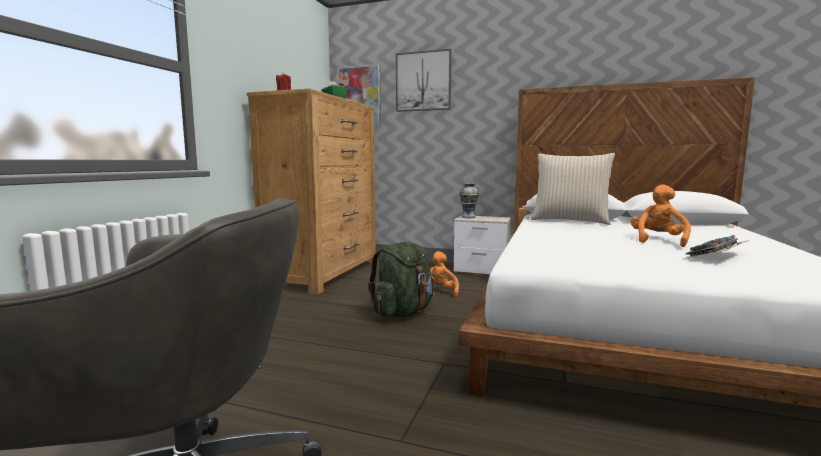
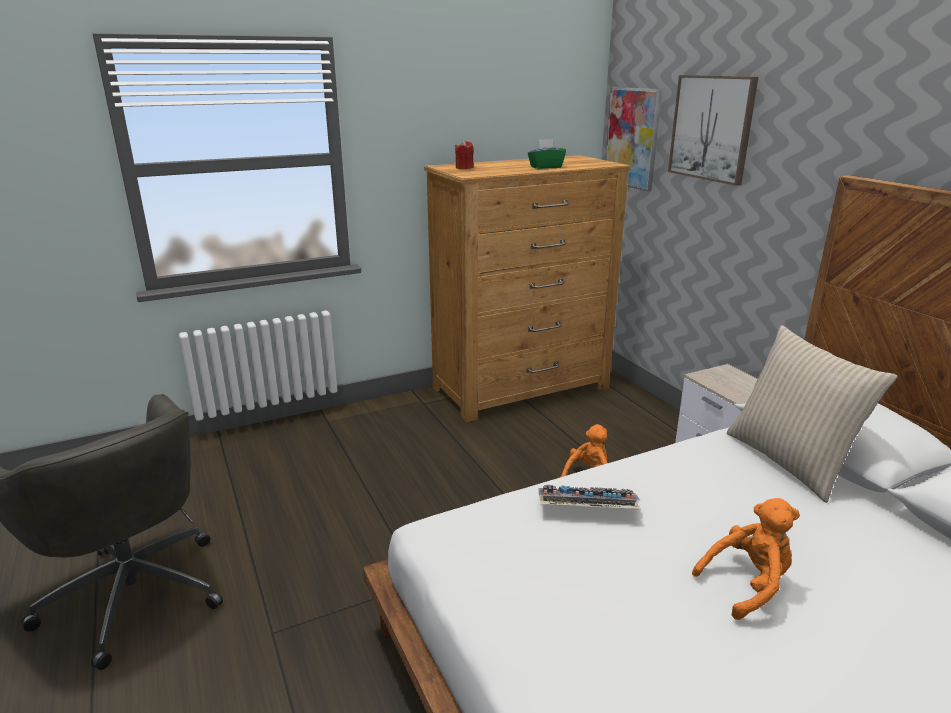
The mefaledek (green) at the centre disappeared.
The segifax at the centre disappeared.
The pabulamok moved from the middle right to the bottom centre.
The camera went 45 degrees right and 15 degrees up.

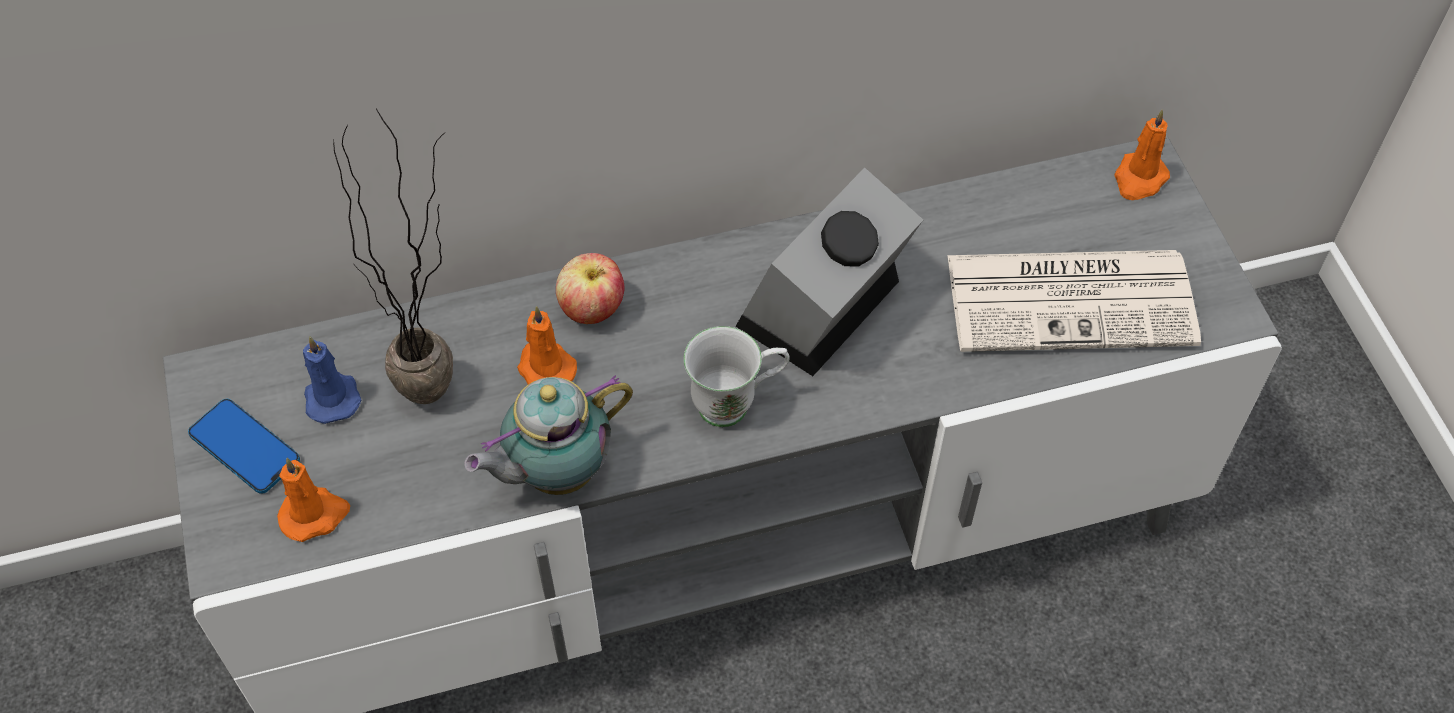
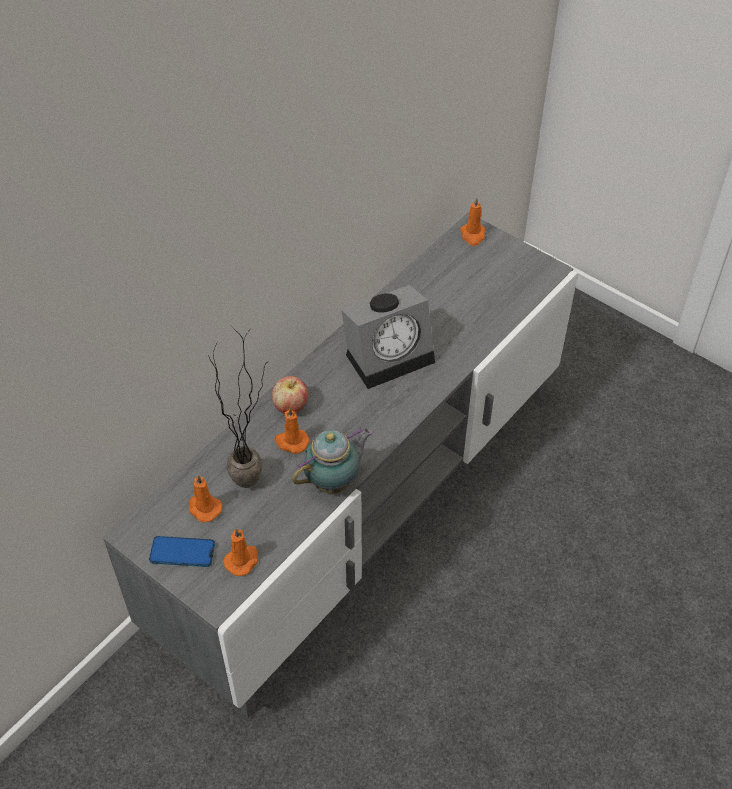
The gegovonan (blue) at the middle left became the gegovonan (orange) (1st from left) at the middle left.
The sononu at the centre turned 150 degrees counterclockwise.
The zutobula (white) at the centre disappeared.
The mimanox at the centre turned 120 degrees counterclockwise.
The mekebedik at the middle right disappeared.
The camera went 35 degrees left and 5 degrees down.

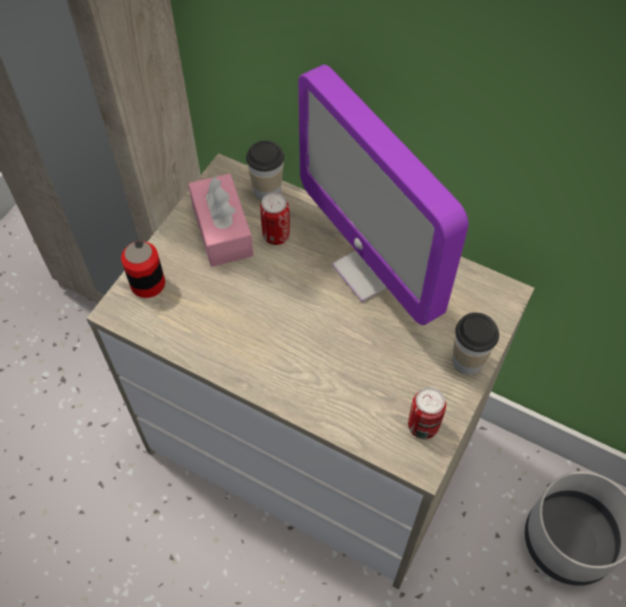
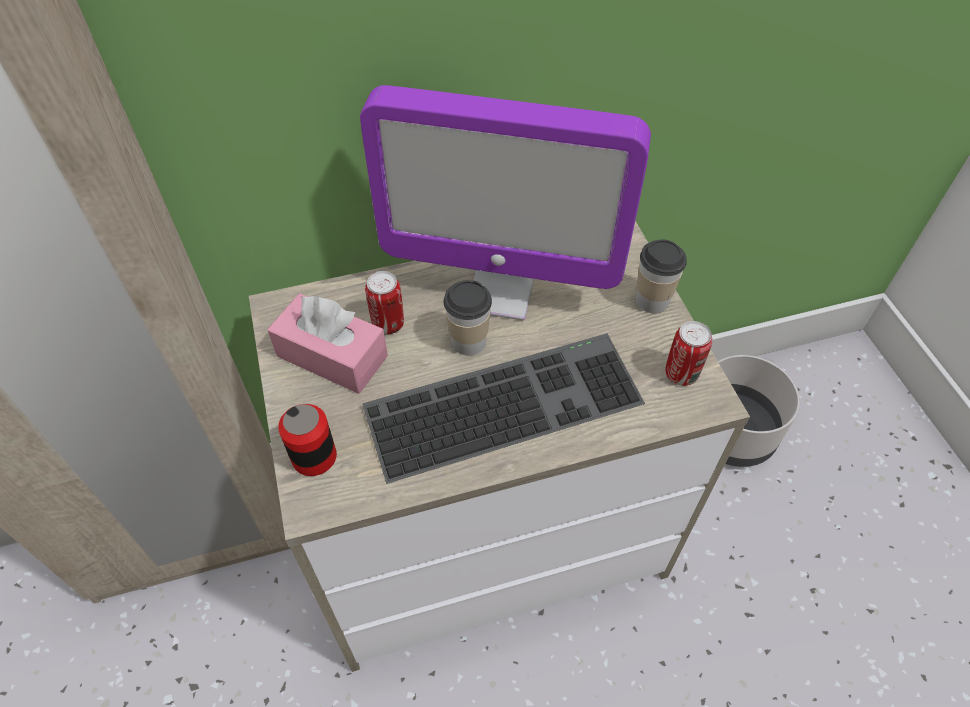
The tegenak (1st from left) moved from the top centre to the centre.
The pabulamok at the centre appeared.
The camera went 45 degrees left and 5 degrees down.

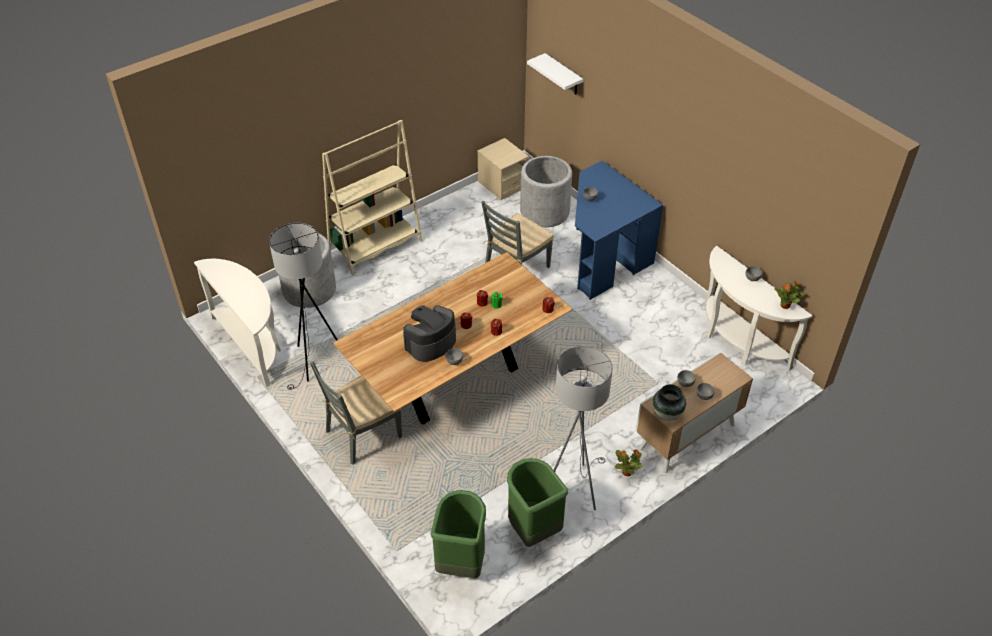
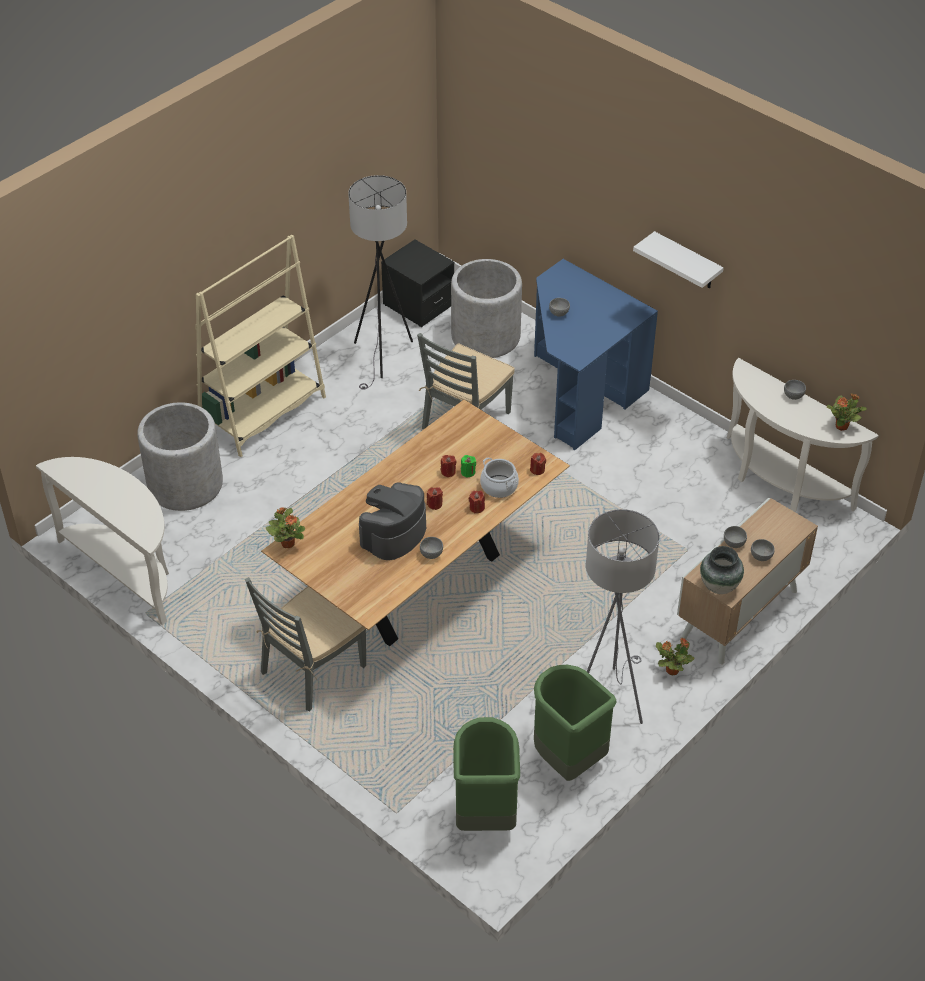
The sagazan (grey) (1st from left) moved from the middle left to the top centre.
The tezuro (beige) at the top centre became the tezuro (black) at the top centre.
The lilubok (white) moved from the top centre to the top right.
The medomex (1st from left) at the middle left appeared.
The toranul at the centre appeared.
The camera went 10 degrees left and 0 degrees up.

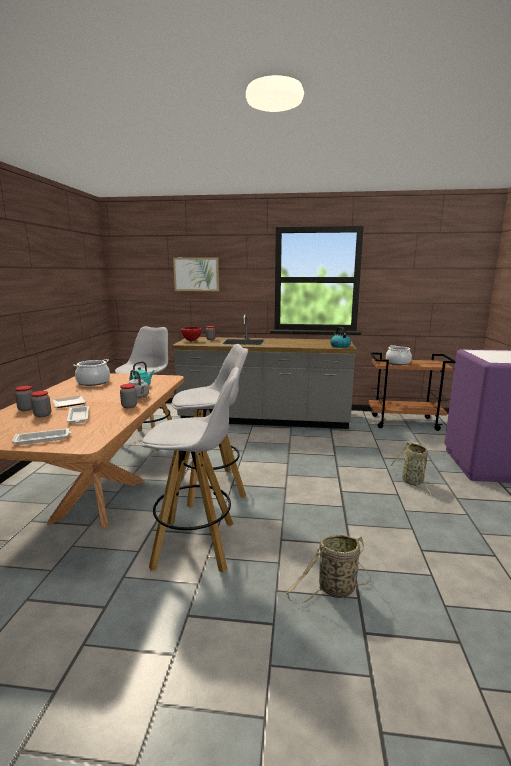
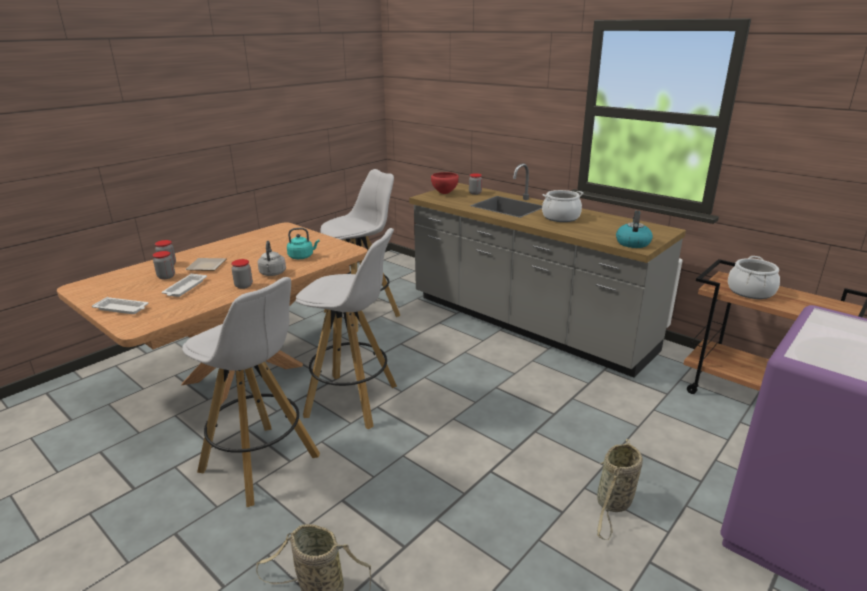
The toranul (1st from left) moved from the middle left to the centre.
The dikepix at the centre disappeared.
The camera went 35 degrees right and 10 degrees up.

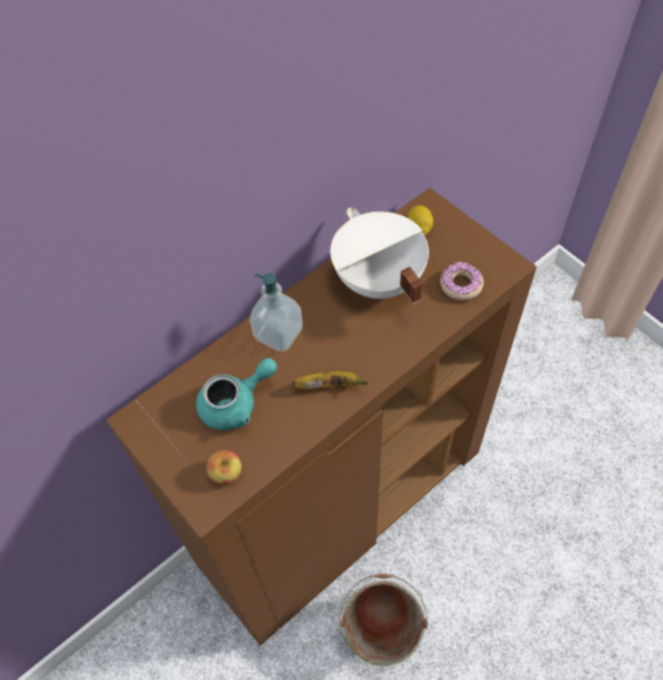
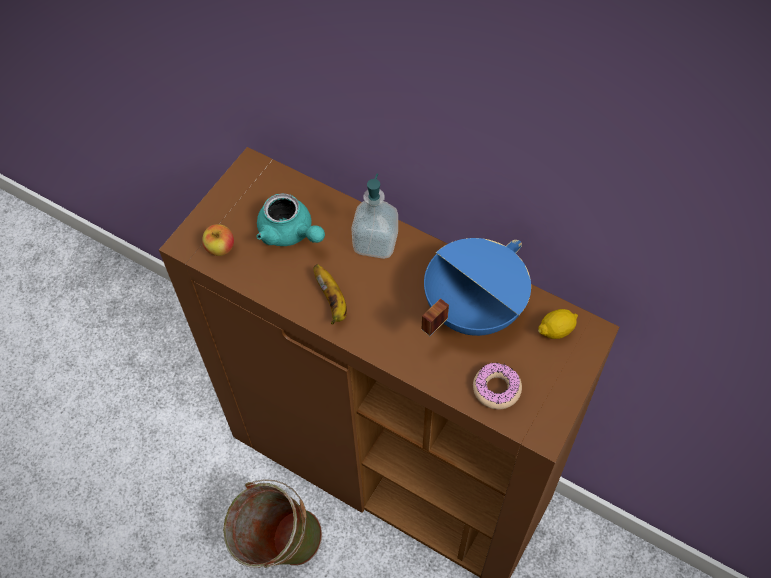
The toranul (white) at the centre became the toranul (blue) at the centre.
The camera went 70 degrees right and 0 degrees up.

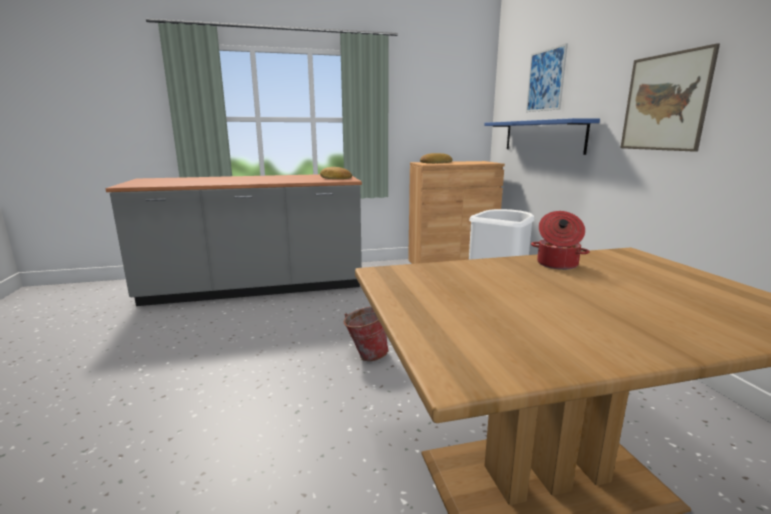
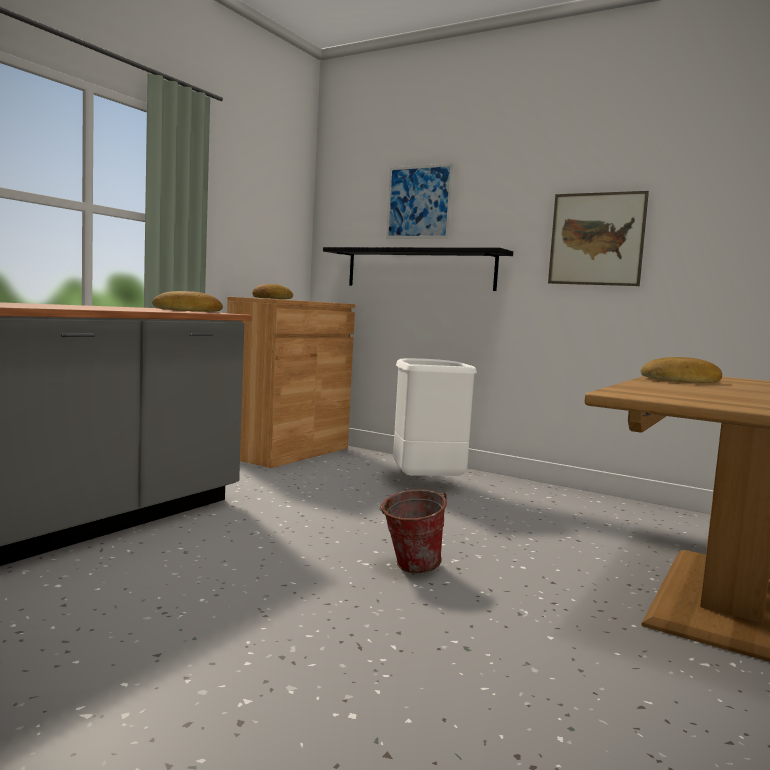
The lilubok (blue) at the top right became the lilubok (black) at the centre.
The toranul at the middle right was replaced by the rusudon (3rd from left) at the middle right.
The camera went 45 degrees left and 10 degrees down.

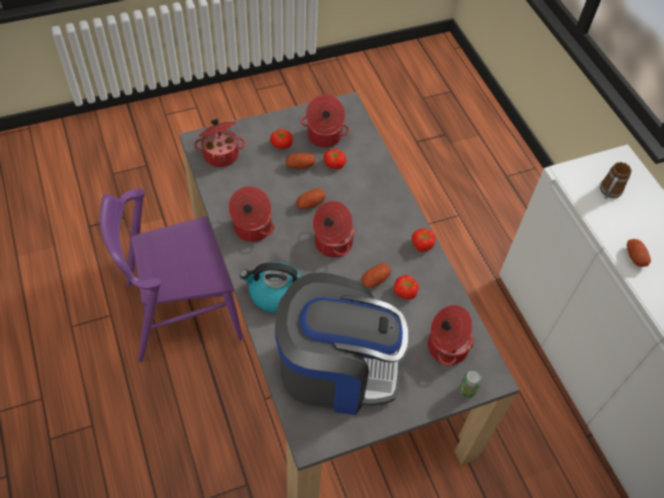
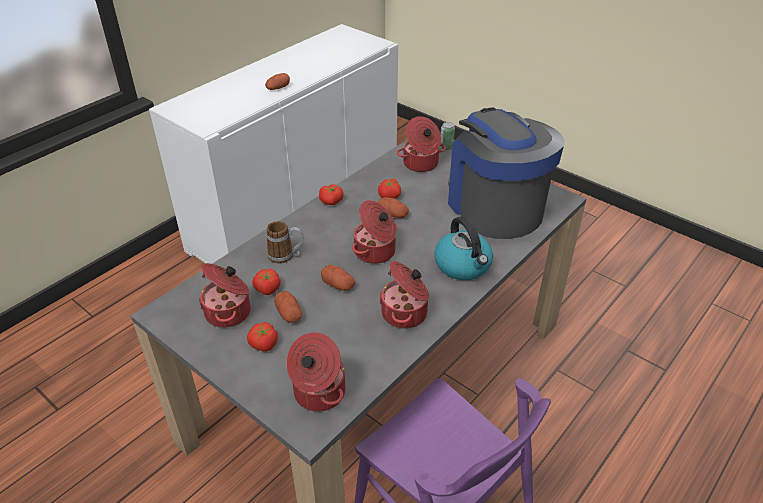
The zutobula moved from the middle right to the centre.
The camera went 115 degrees left and 15 degrees down.

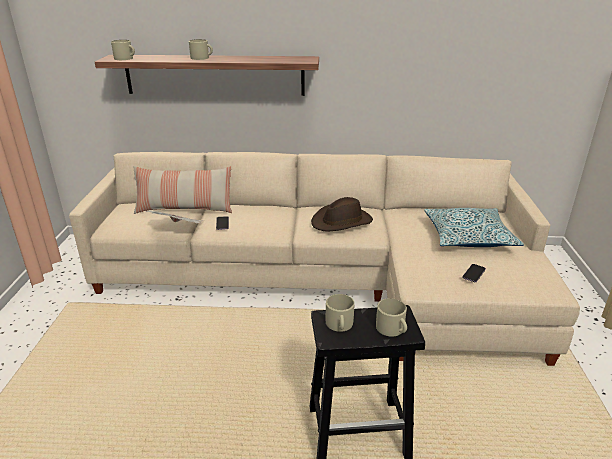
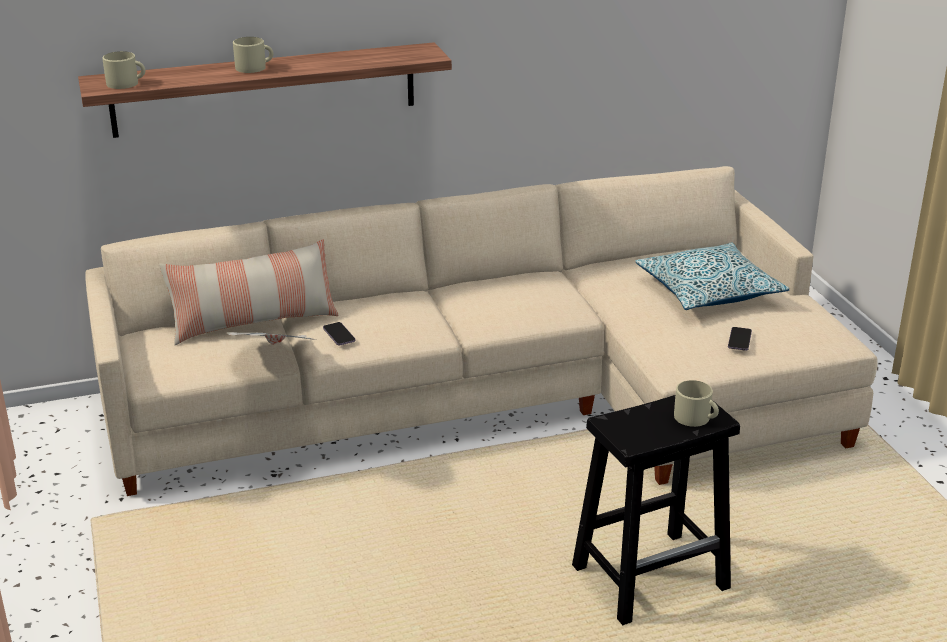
The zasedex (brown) at the centre disappeared.
The zutobula (beige) (3rd from left) at the bottom centre disappeared.
The camera went 20 degrees left and 0 degrees up.

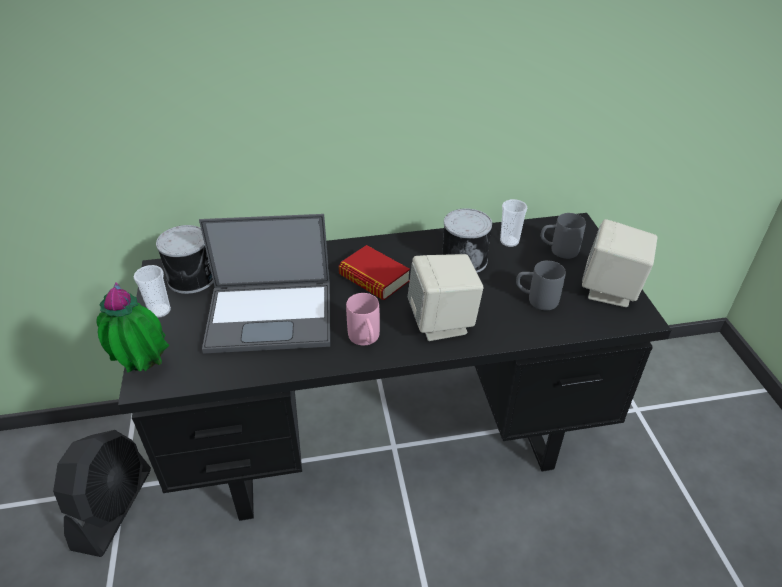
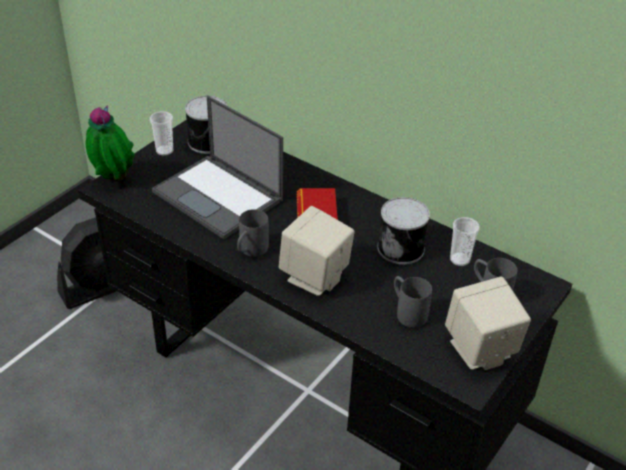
The zutobula (pink) at the centre became the zutobula (grey) (1st from left) at the centre.
The camera went 45 degrees right and 0 degrees up.

